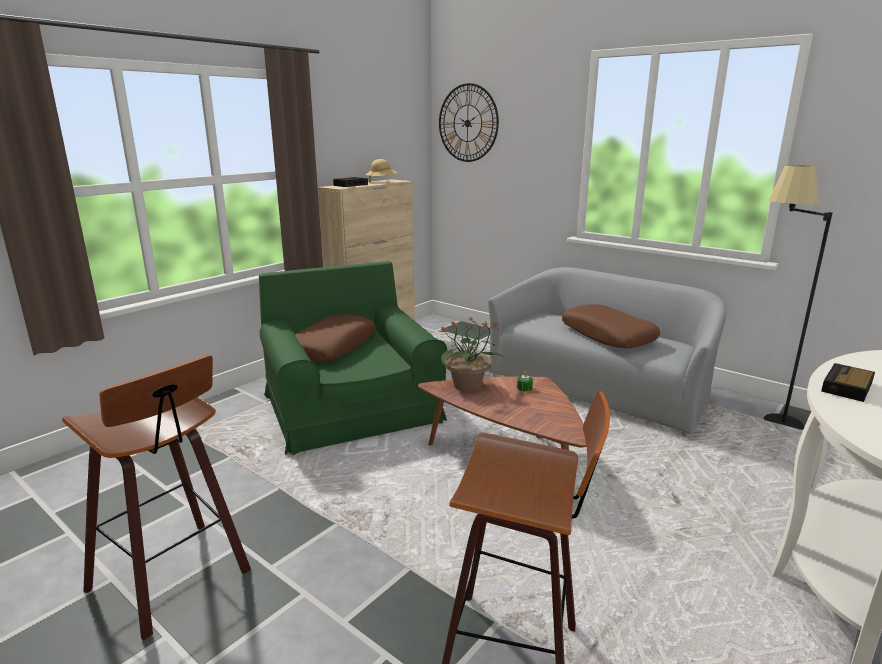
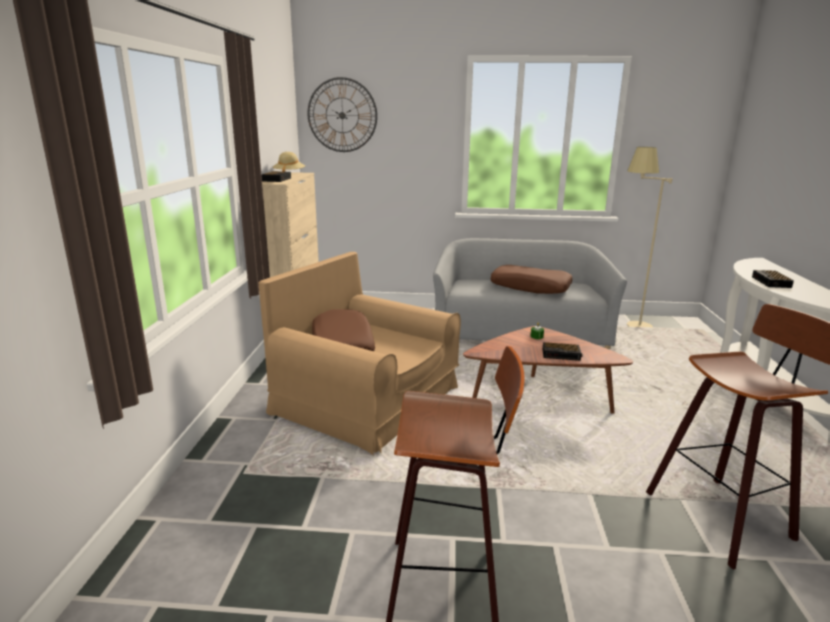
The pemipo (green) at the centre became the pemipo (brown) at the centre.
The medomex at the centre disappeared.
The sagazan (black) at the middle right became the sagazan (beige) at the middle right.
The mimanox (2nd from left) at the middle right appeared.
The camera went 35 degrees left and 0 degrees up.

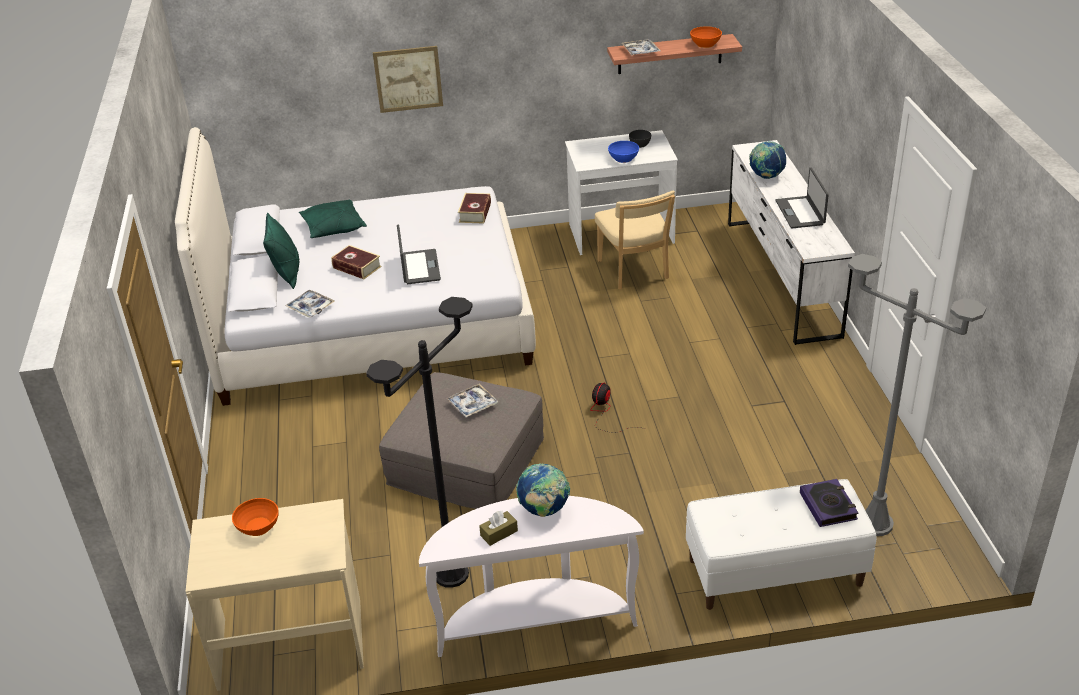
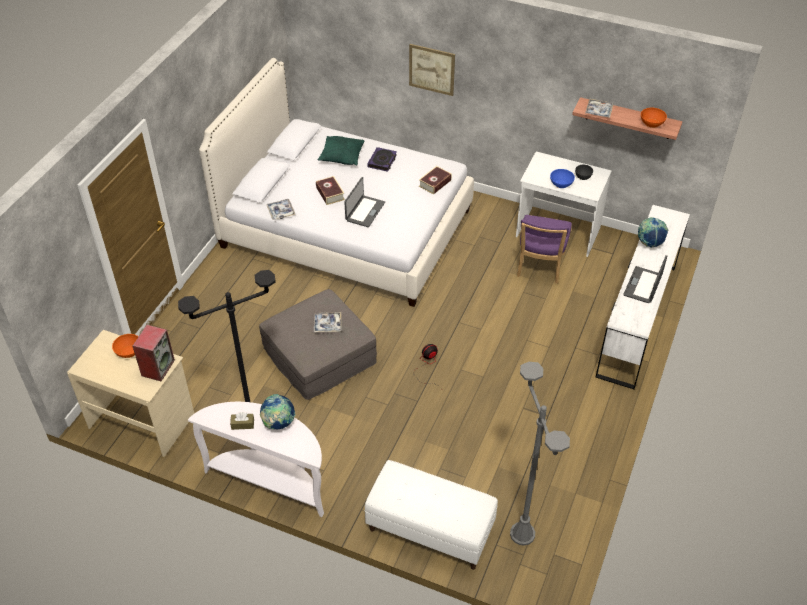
The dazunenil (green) (1st from left) at the middle left disappeared.
The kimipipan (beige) at the centre became the kimipipan (purple) at the middle right.
The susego (3rd from left in the first image) moved from the bottom right to the top centre.
The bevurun at the middle left appeared.
The camera went 30 degrees right and 10 degrees up.

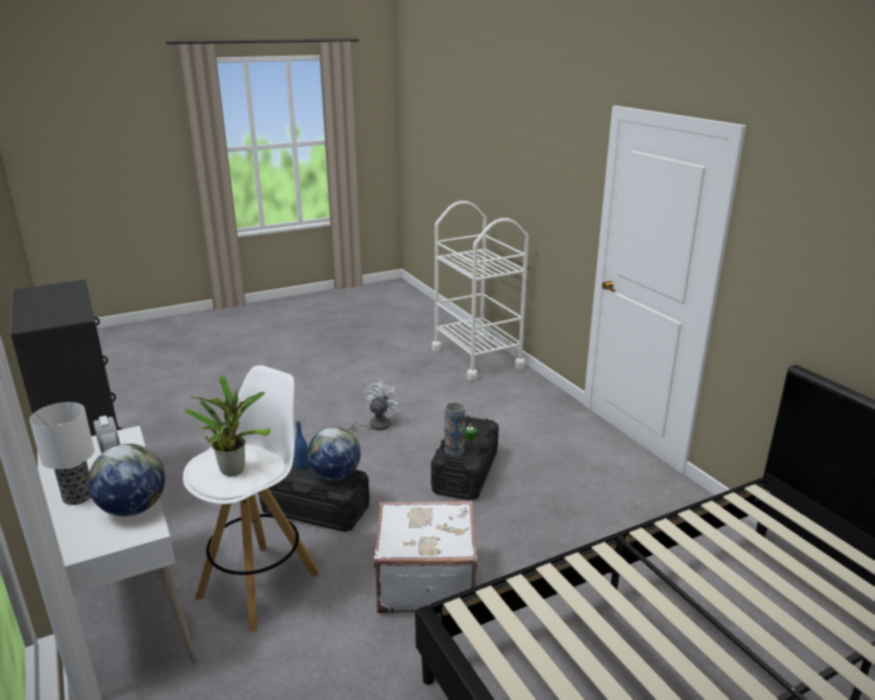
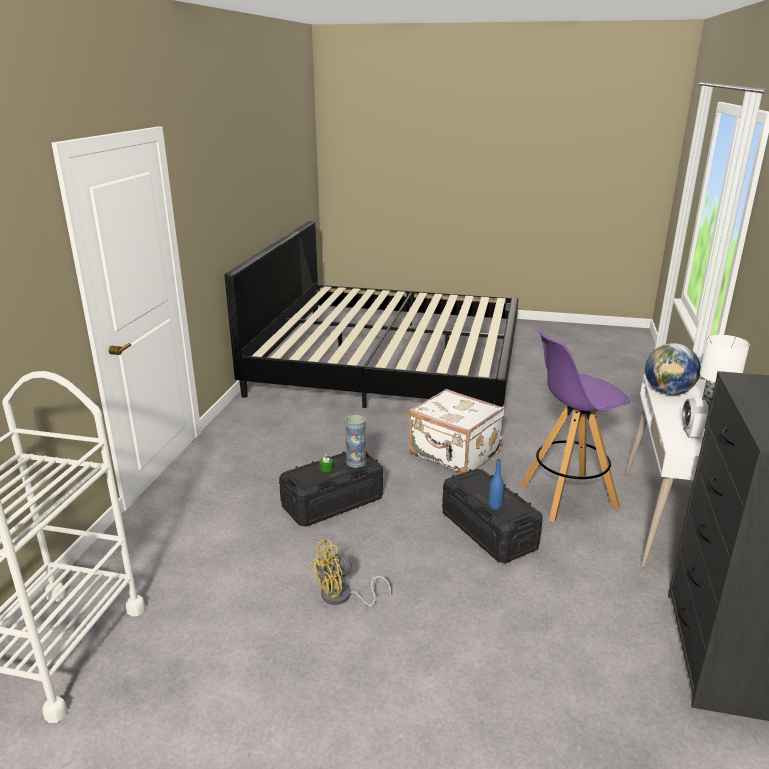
The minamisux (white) at the bottom left became the minamisux (purple) at the middle right.
The medomex at the middle left disappeared.
The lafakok (2nd from left) at the centre disappeared.
The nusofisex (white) at the centre became the nusofisex (yellow) at the bottom centre.
The camera went 140 degrees left and 0 degrees up.

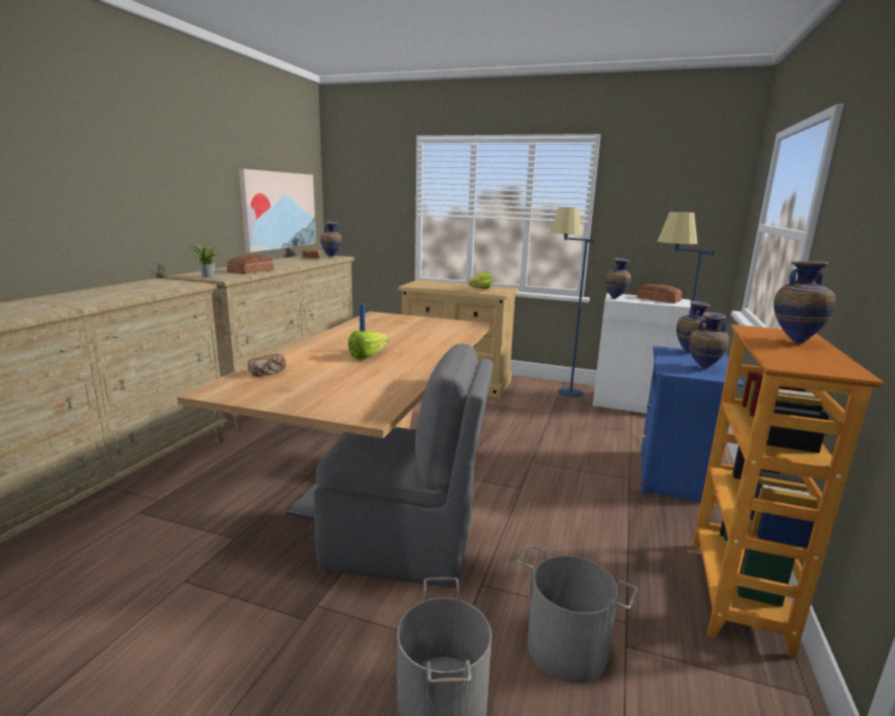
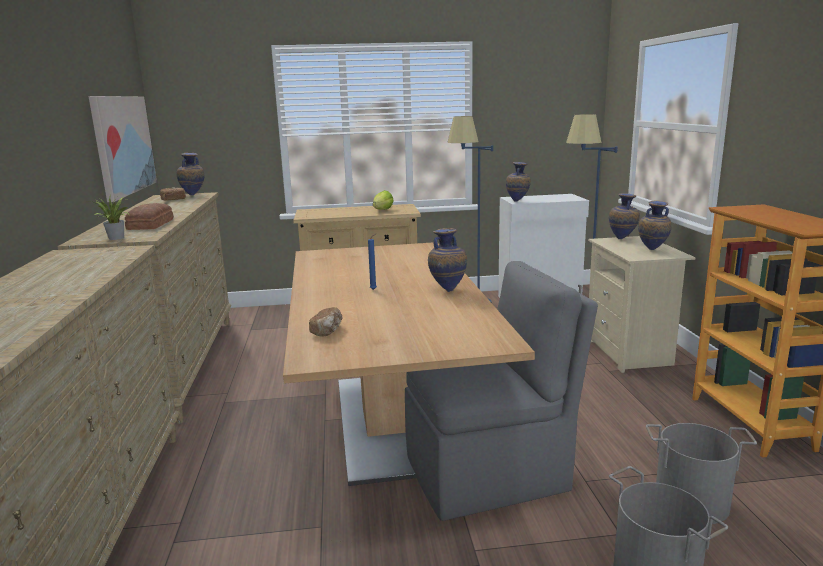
The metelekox (1st from left) at the centre disappeared.
The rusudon (4th from left) at the middle right disappeared.
The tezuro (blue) at the middle right became the tezuro (beige) at the middle right.
The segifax (5th from left in the first image) moved from the middle right to the centre.
The camera went 25 degrees left and 0 degrees up.

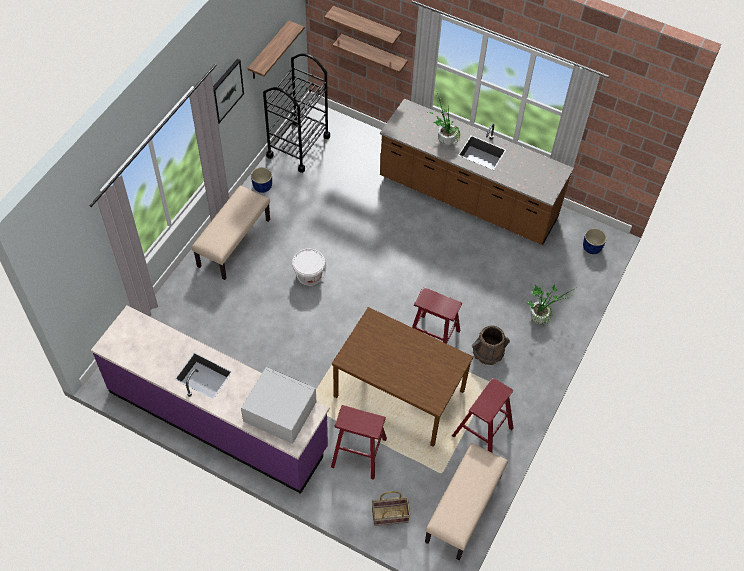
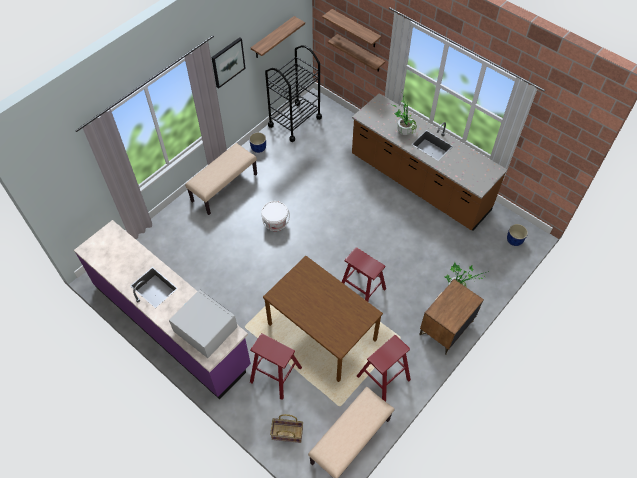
The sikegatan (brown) at the centre disappeared.
The tezuro (brown) at the middle right appeared.
The camera went 15 degrees right and 0 degrees up.

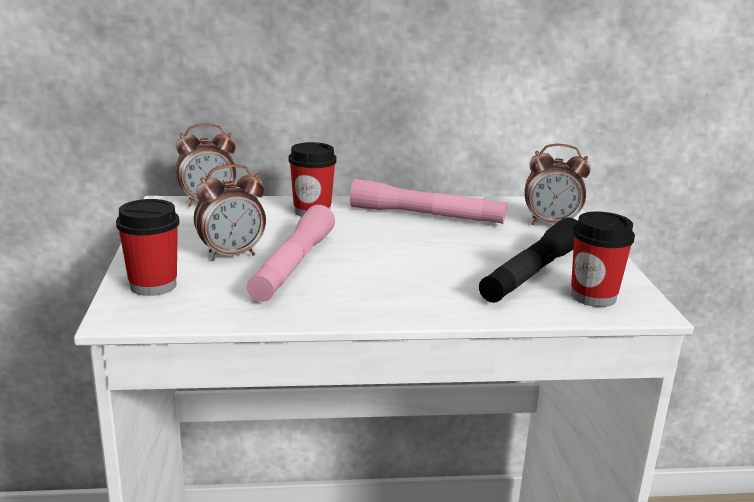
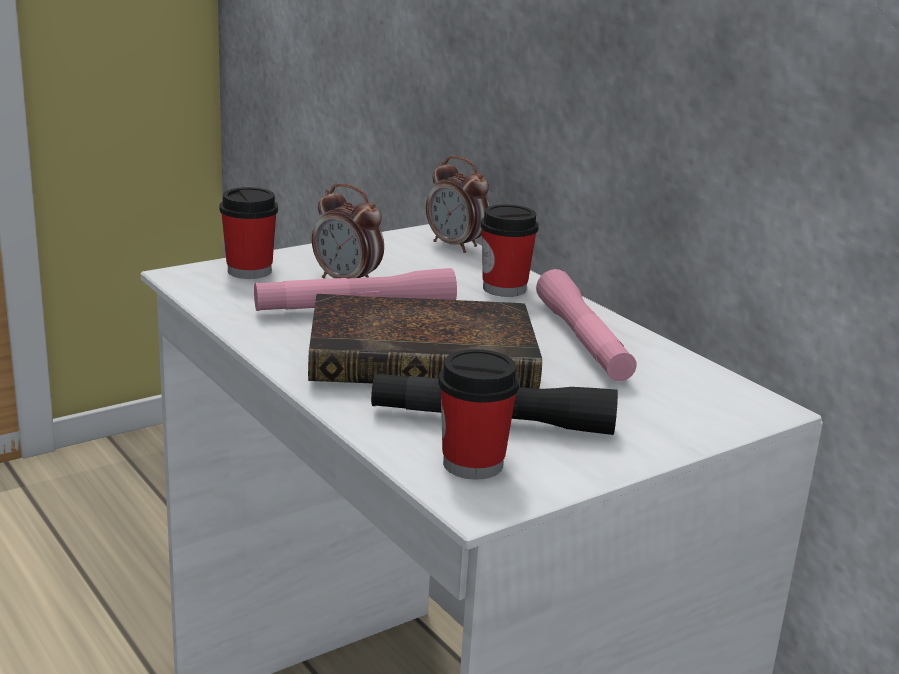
The mimanox (3rd from left) at the middle right disappeared.
The susego at the centre appeared.
The camera went 60 degrees right and 0 degrees up.

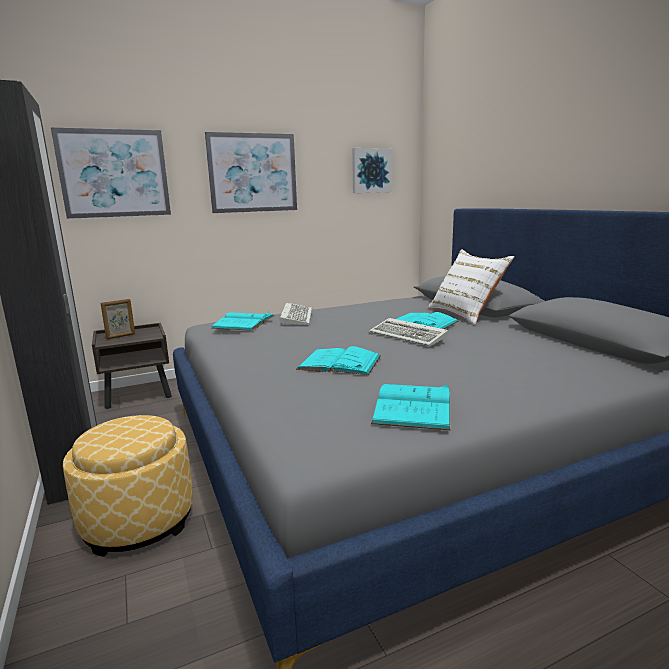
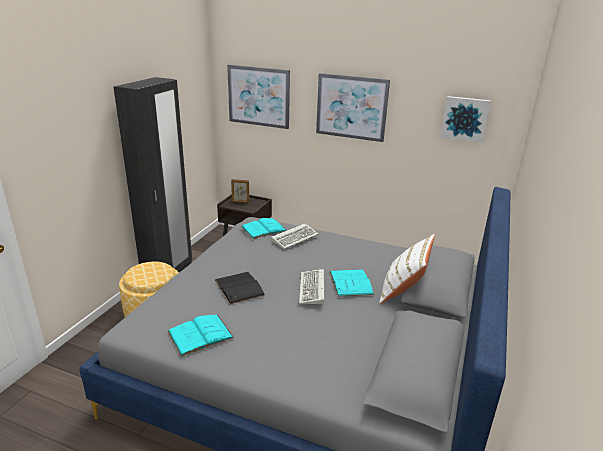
The susego (turquoise) (2nd from left) at the centre became the susego (black) at the centre.
The camera went 45 degrees right and 10 degrees up.

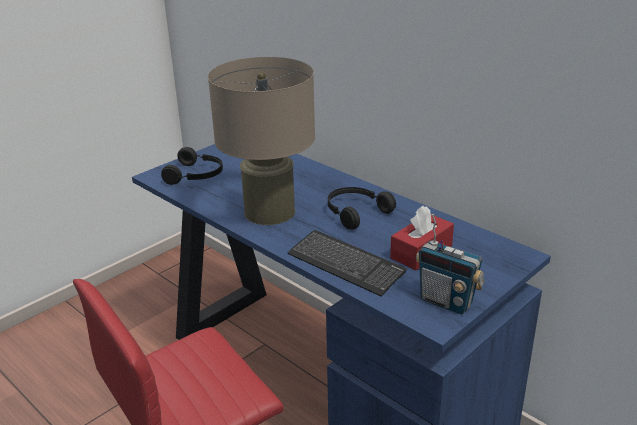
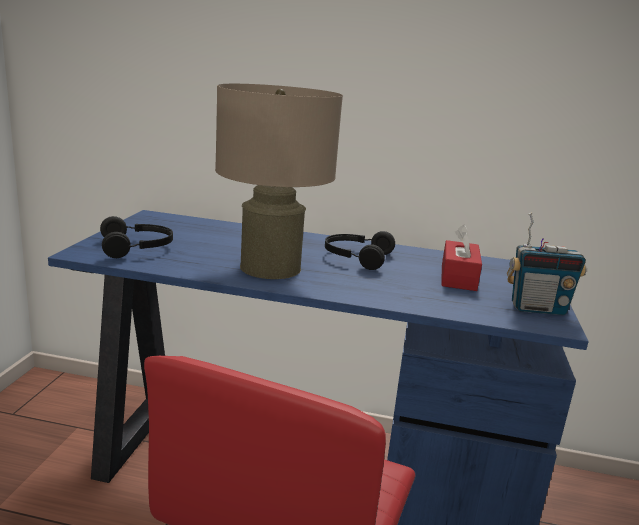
The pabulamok at the centre disappeared.
The camera went 35 degrees left and 10 degrees down.

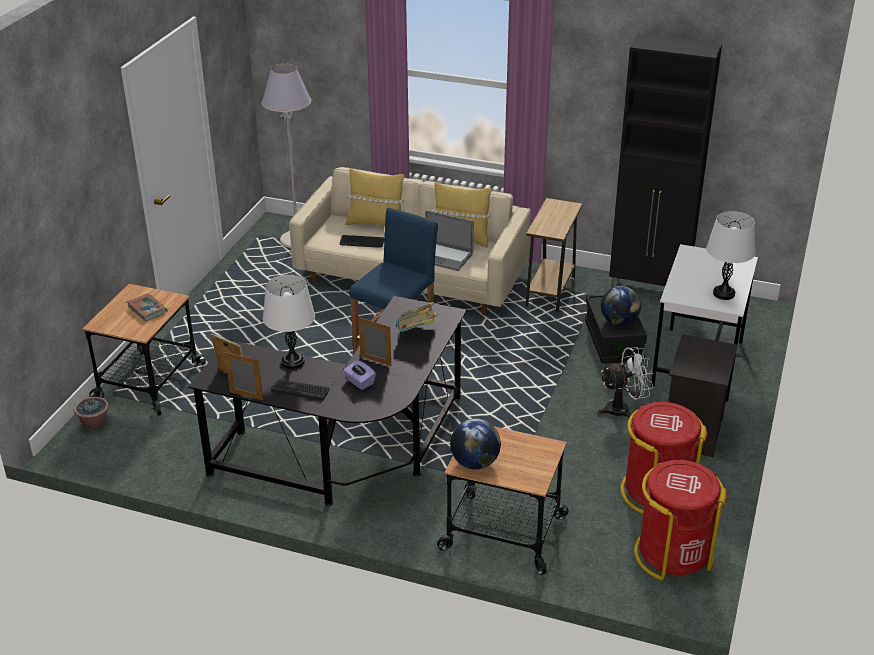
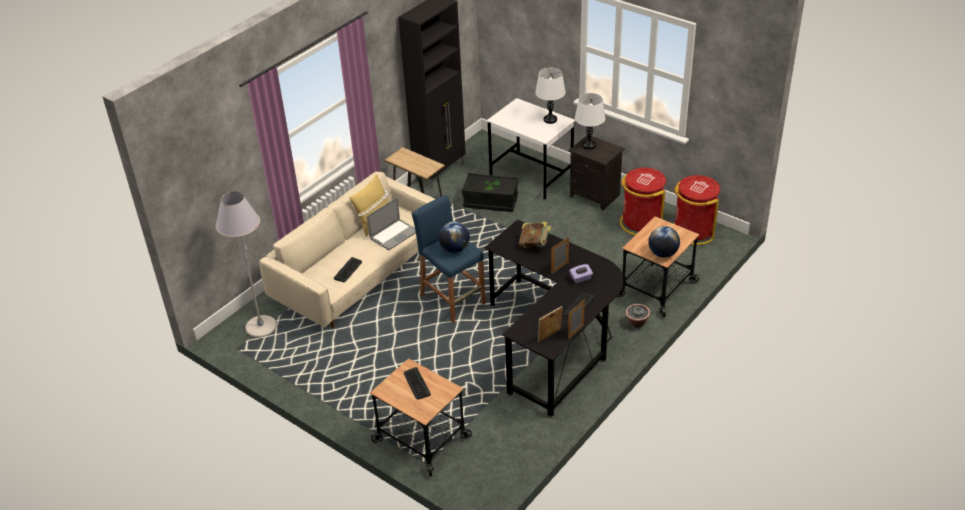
The medomex moved from the middle left to the centre.
The susego (1st from left) at the middle left was replaced by the pabulamok (2nd from left) at the bottom centre.
The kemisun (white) (1st from left in the first image) moved from the middle left to the top centre.
The dazunenil (yellow) (1st from left) at the top centre disappeared.
The nusofisex (white) at the middle right disappeared.
The lafakok (2nd from left in the first image) moved from the middle right to the centre.
The camera went 70 degrees left and 5 degrees up.

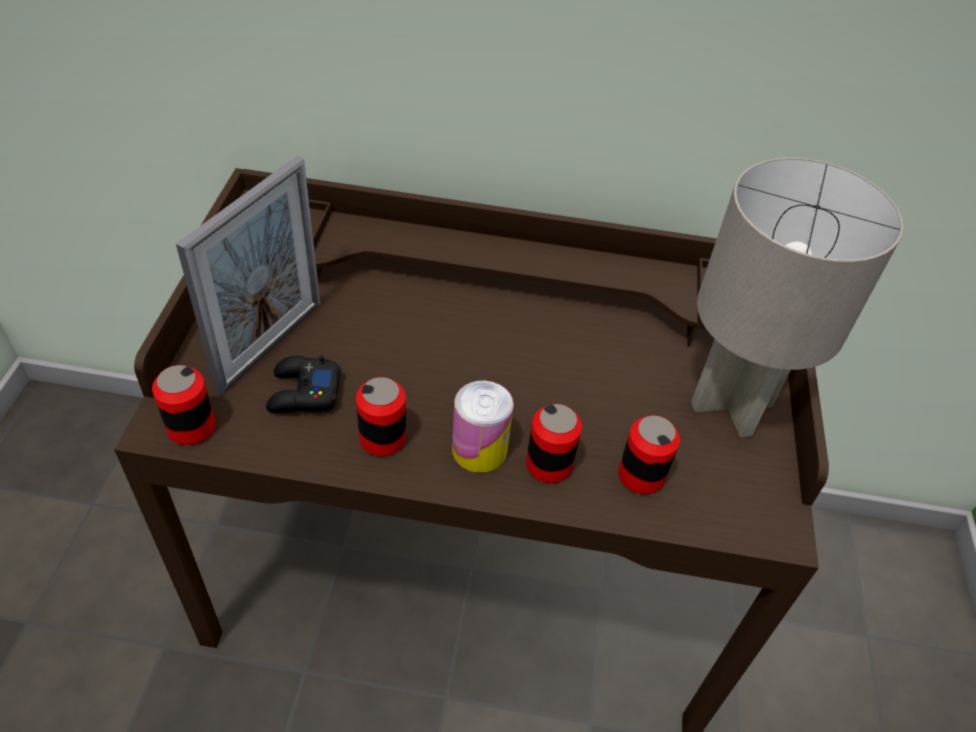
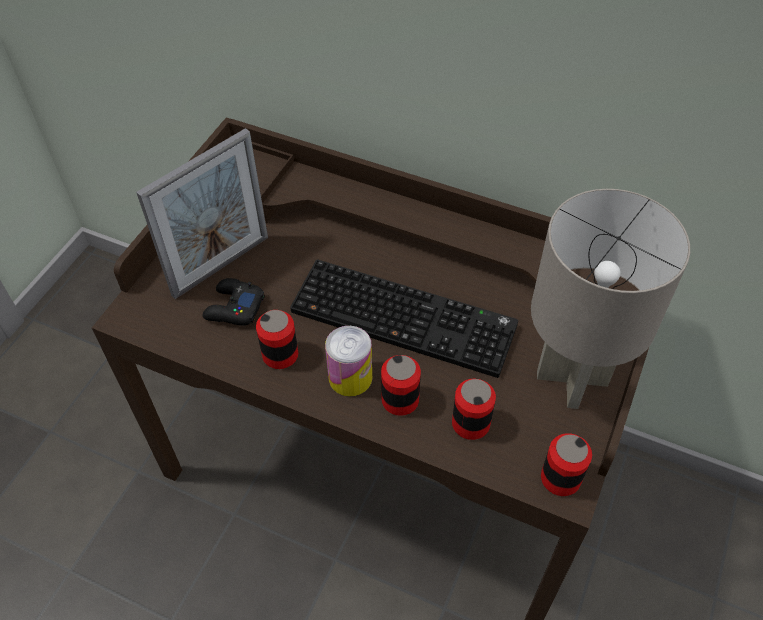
The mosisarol (1st from left in the first image) moved from the middle left to the bottom right.
The pabulamok at the centre appeared.
The camera went 20 degrees right and 5 degrees up.

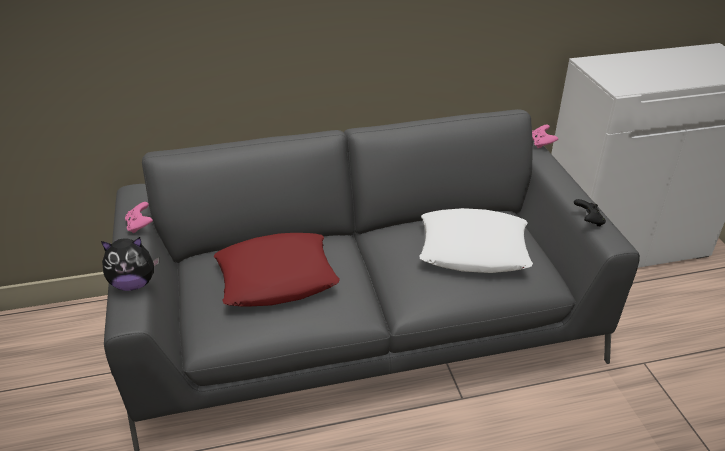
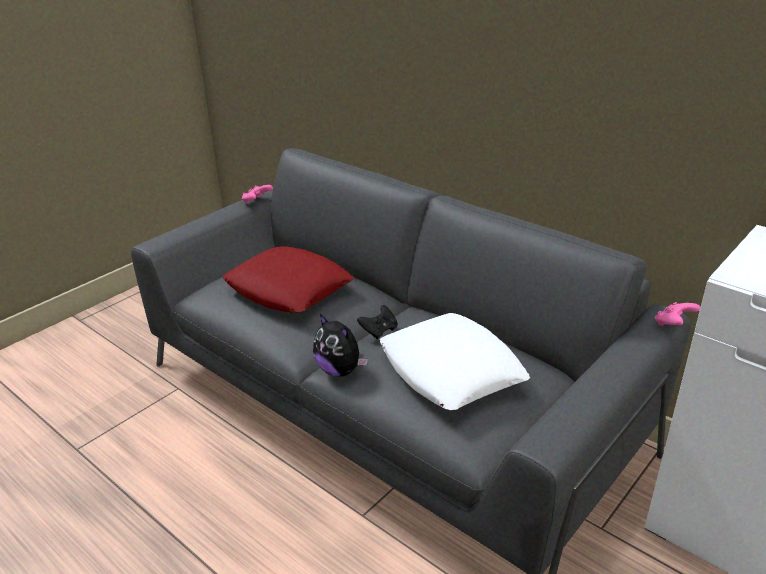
The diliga moved from the middle left to the centre.
The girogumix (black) moved from the middle right to the centre.
The camera went 55 degrees right and 5 degrees down.

